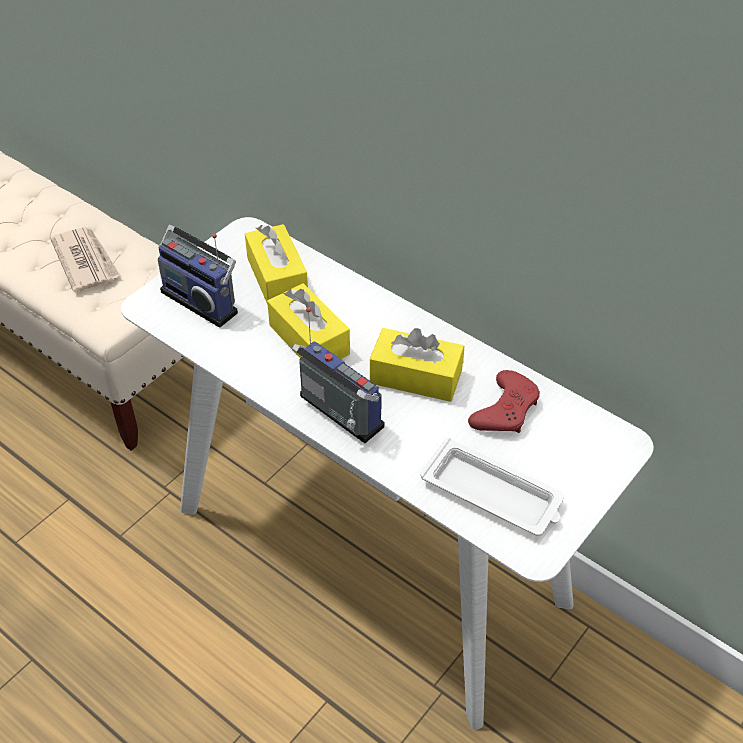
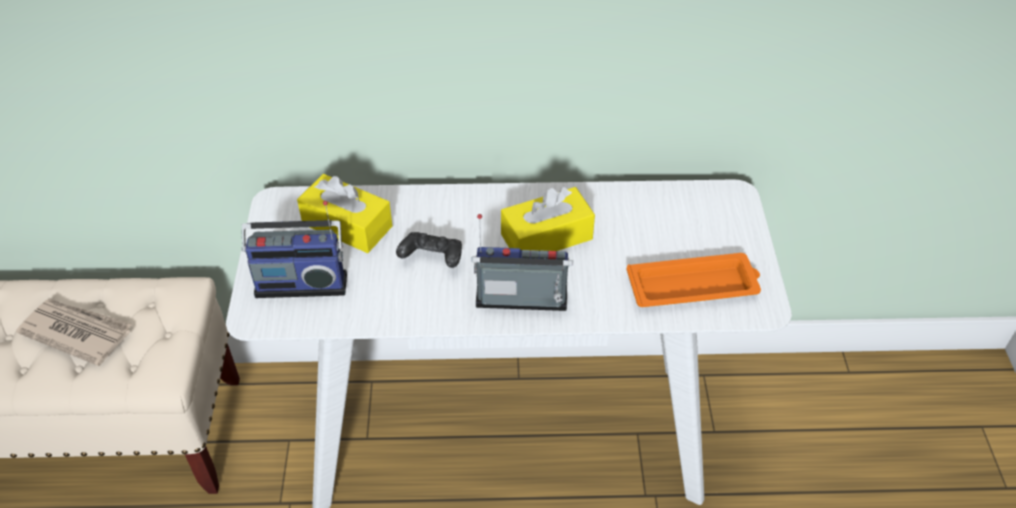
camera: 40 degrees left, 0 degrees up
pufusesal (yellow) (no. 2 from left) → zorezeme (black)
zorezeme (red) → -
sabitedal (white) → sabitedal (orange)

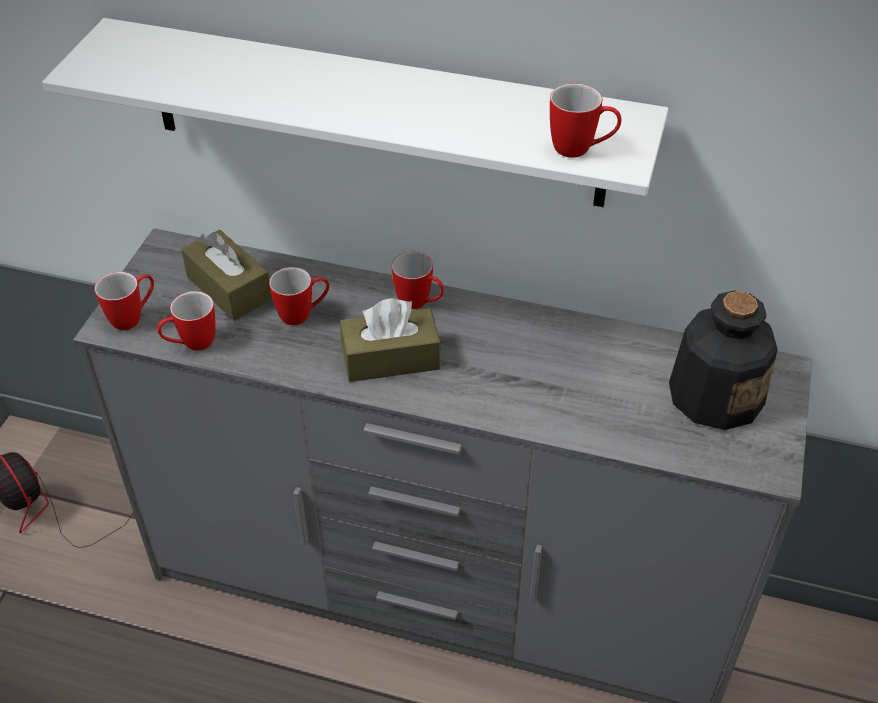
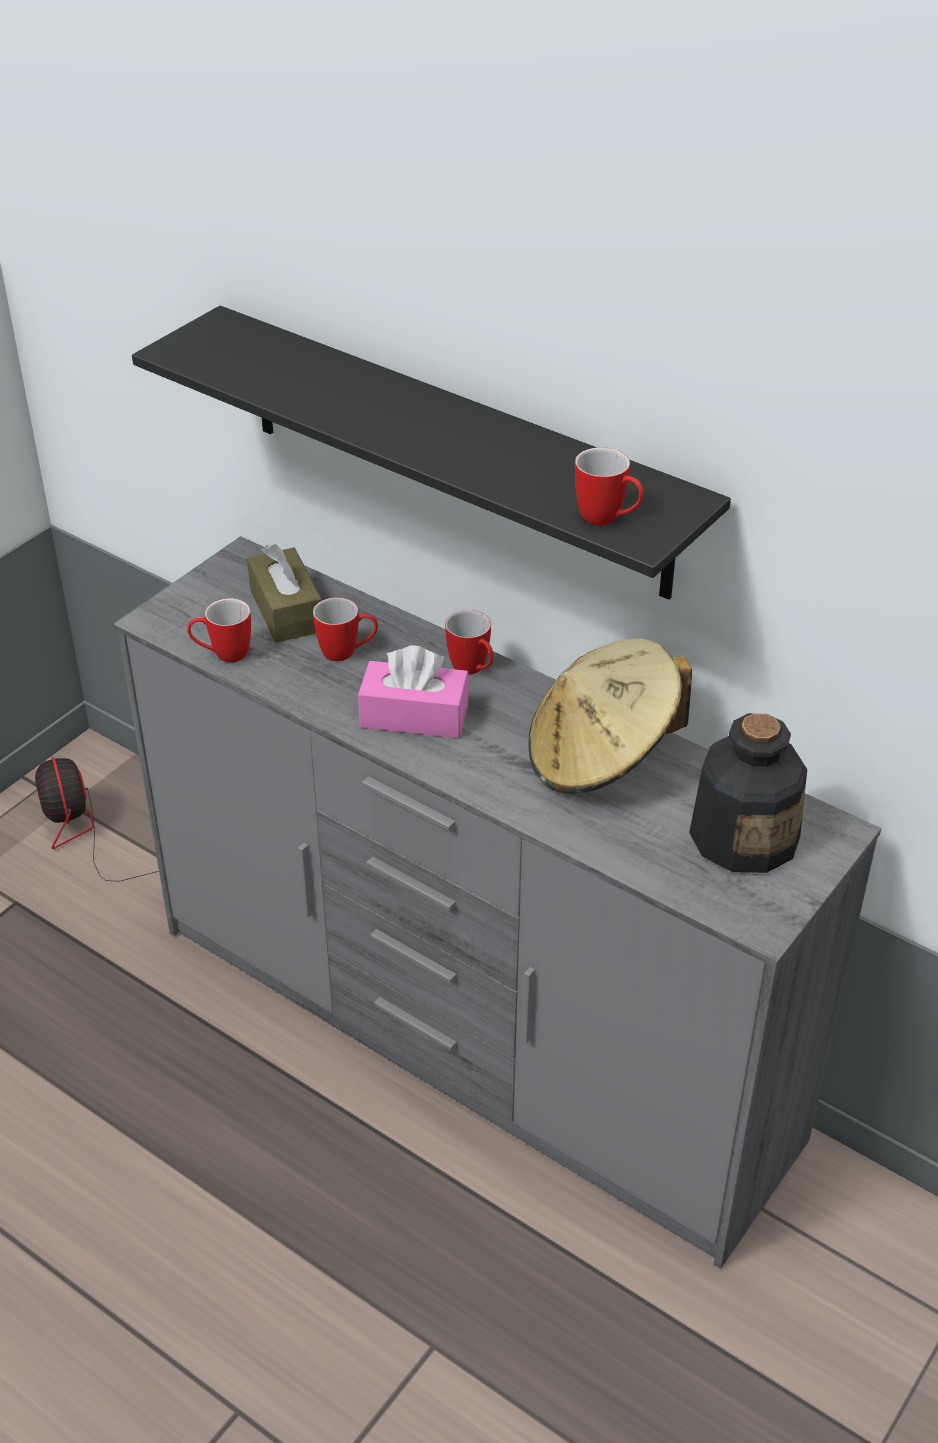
camera: 20 degrees right, 5 degrees down
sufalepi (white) → sufalepi (black)
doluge (no. 1 from left) → -
pufusesal (brown) (no. 2 from left) → pufusesal (pink)
- → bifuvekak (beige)

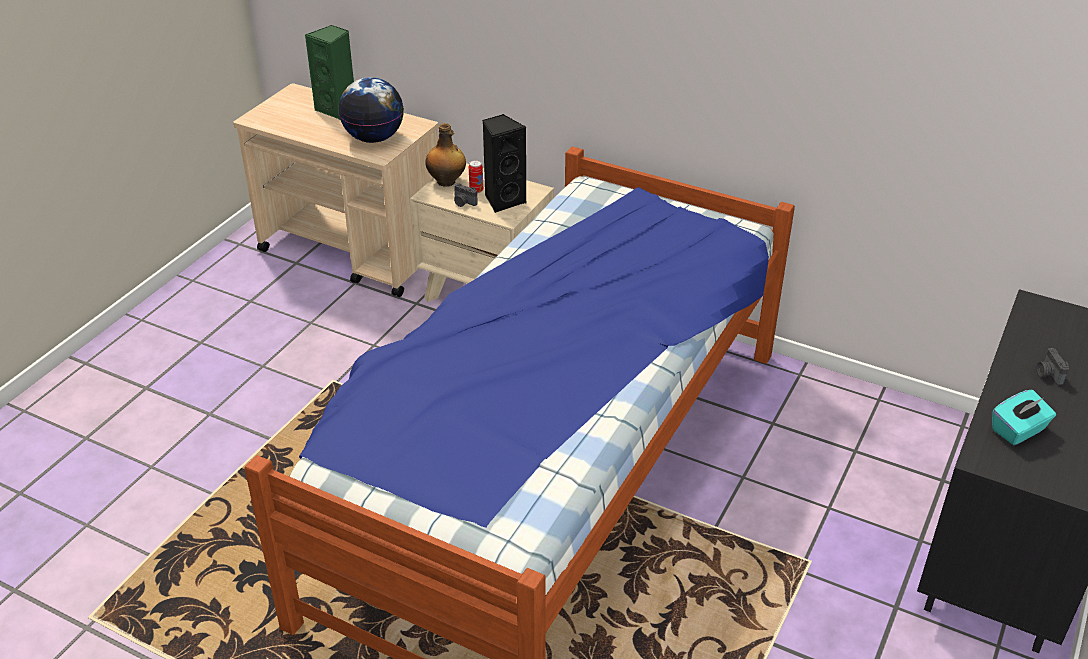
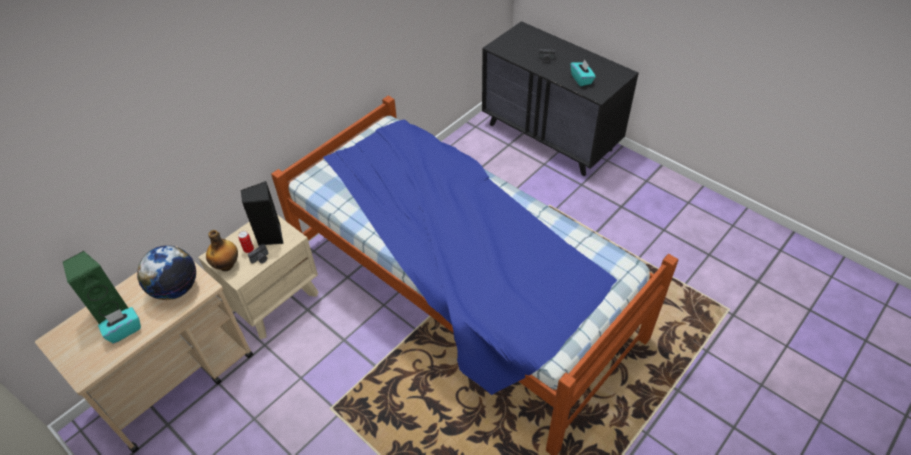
camera: 75 degrees left, 10 degrees up
- → pufusesal (turquoise) (no. 1 from left)

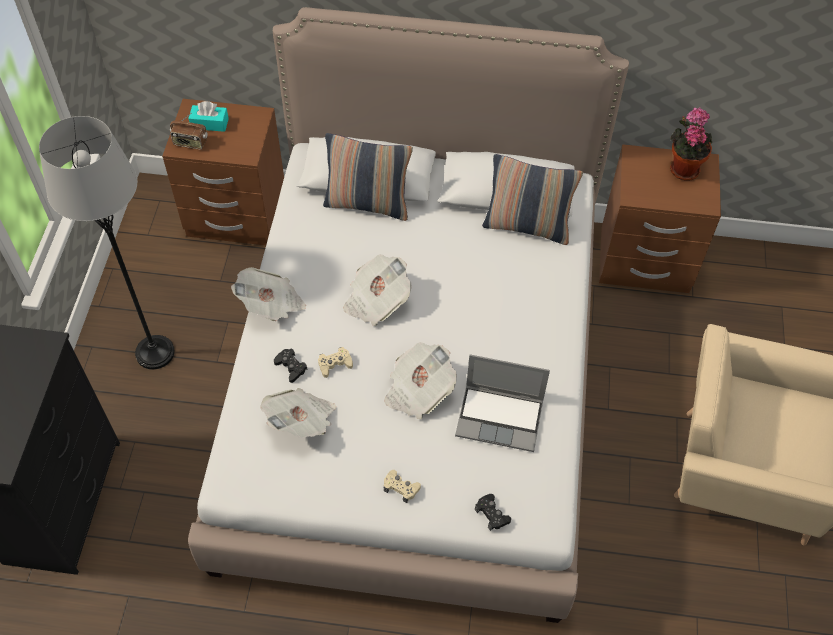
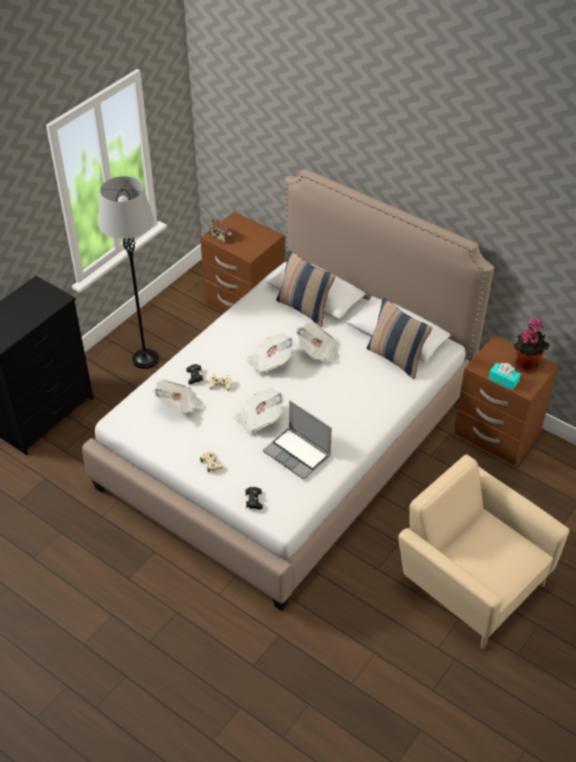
camera: 30 degrees right, 10 degrees down
pufusesal (turquoise), shifted
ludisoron (no. 1 from left in the first image) → ludisoron (no. 4 from left), shifted

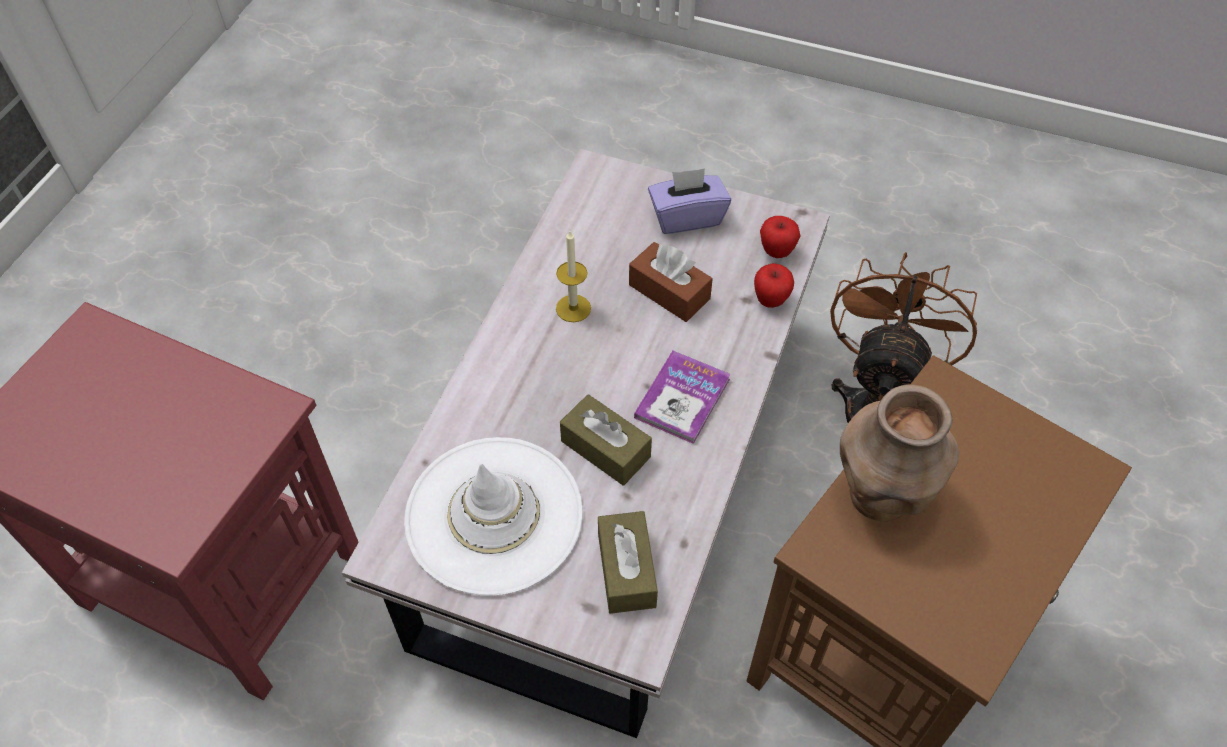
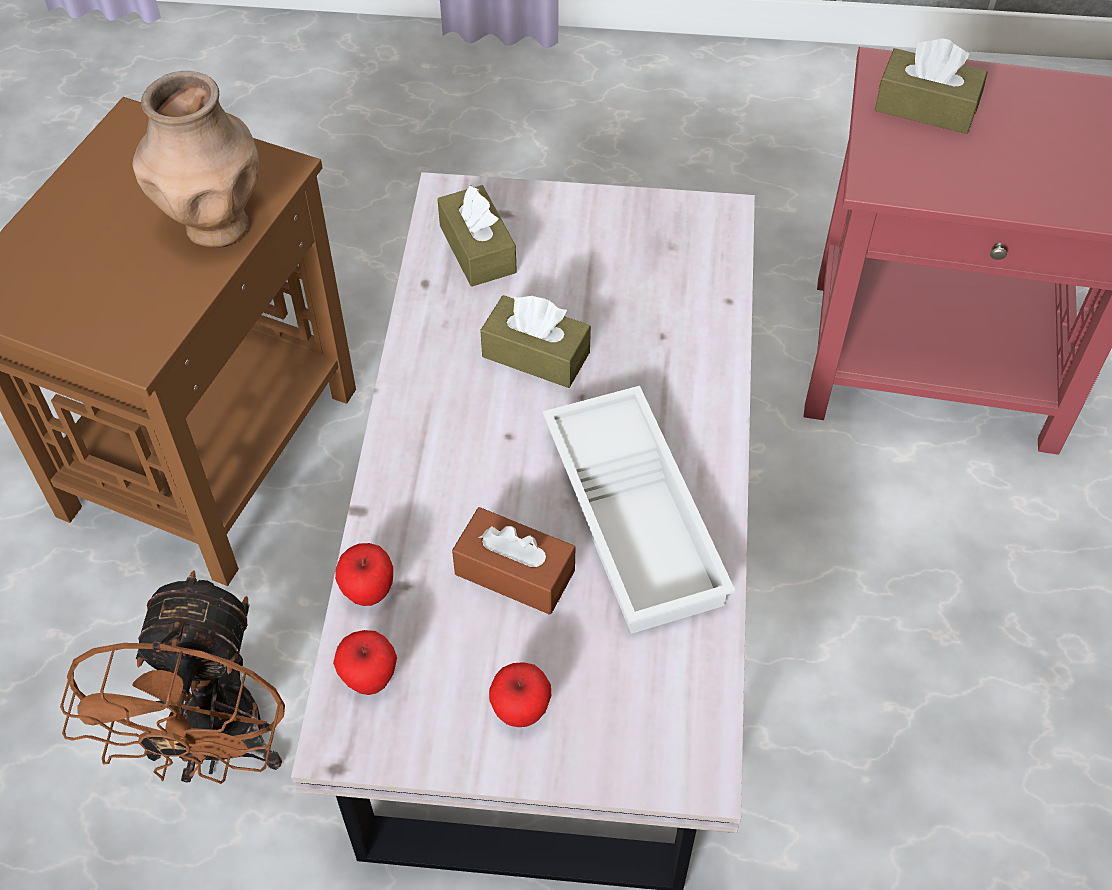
camera: 165 degrees right, 0 degrees up
pufusesal (purple) → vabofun (no. 3 from left)
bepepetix → sabitedal (white)
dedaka → -
bifuvekak (white) → -
- → pufusesal (brown) (no. 4 from left)

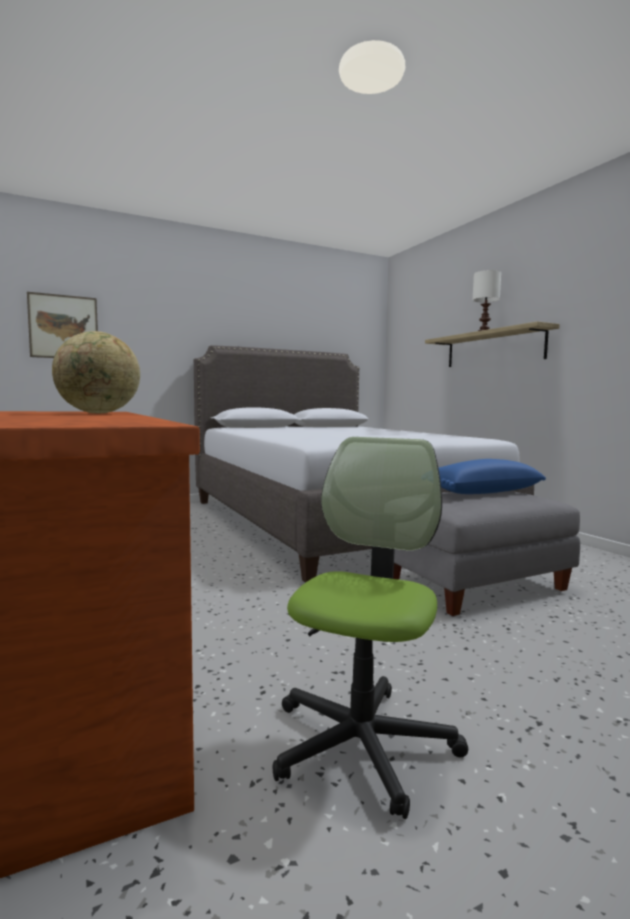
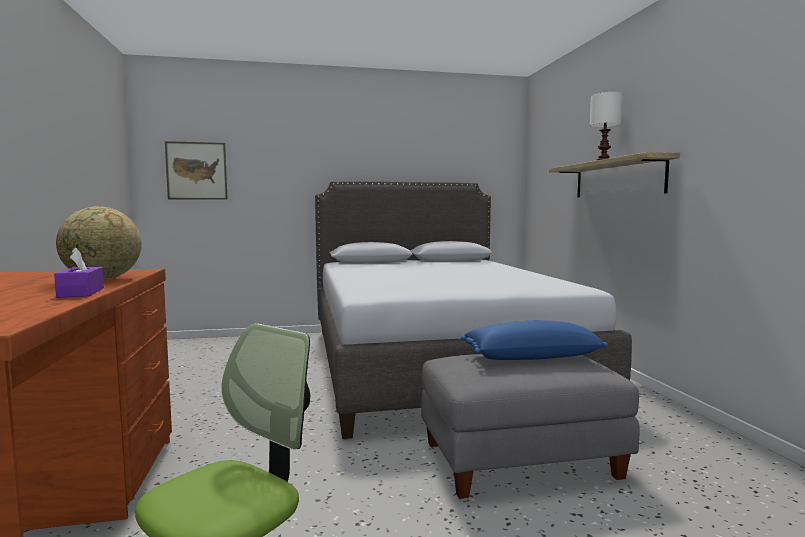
camera: 15 degrees right, 0 degrees up
- → pufusesal (purple)

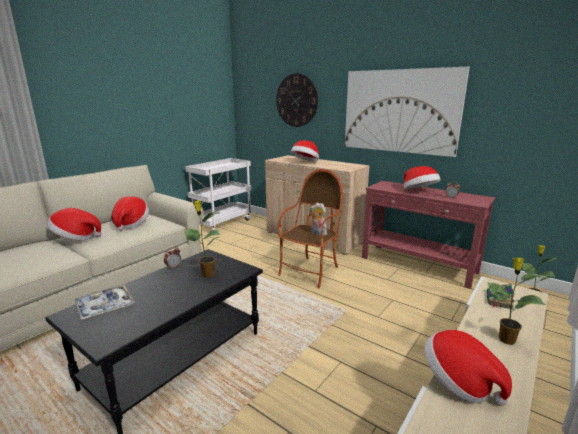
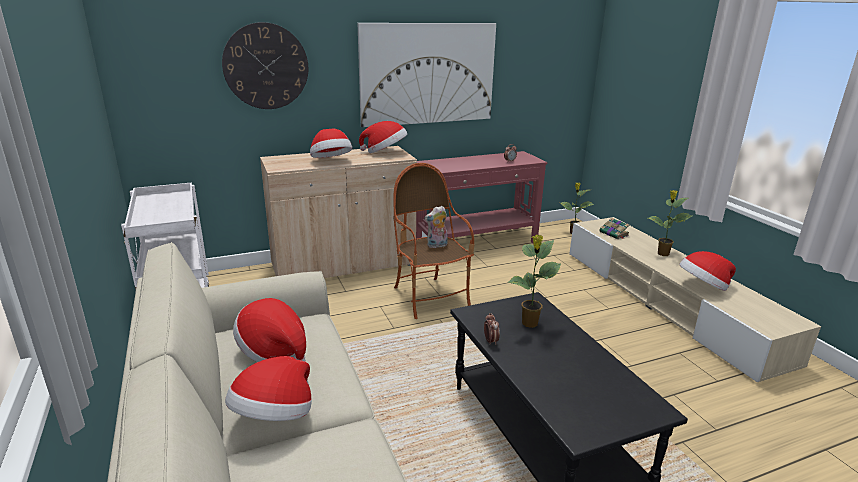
camera: 60 degrees left, 5 degrees up
bifuvekak (no. 4 from left), shifted
sabitedal → -

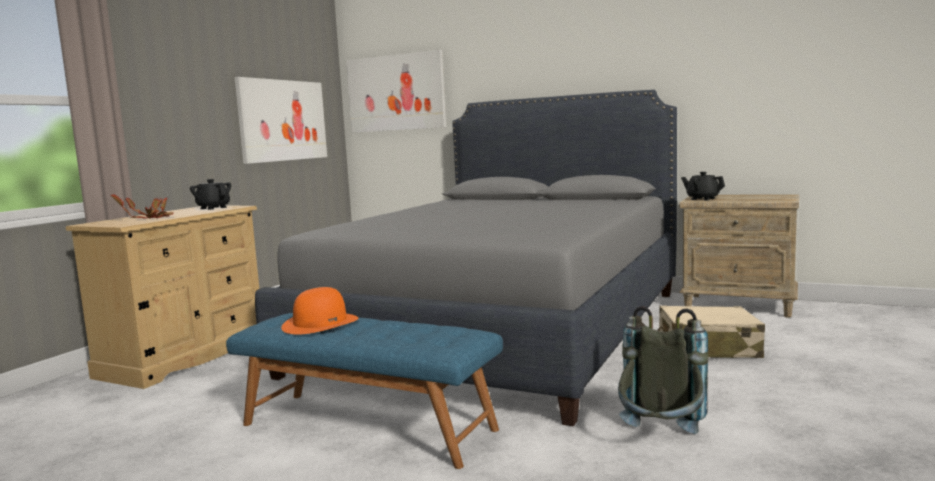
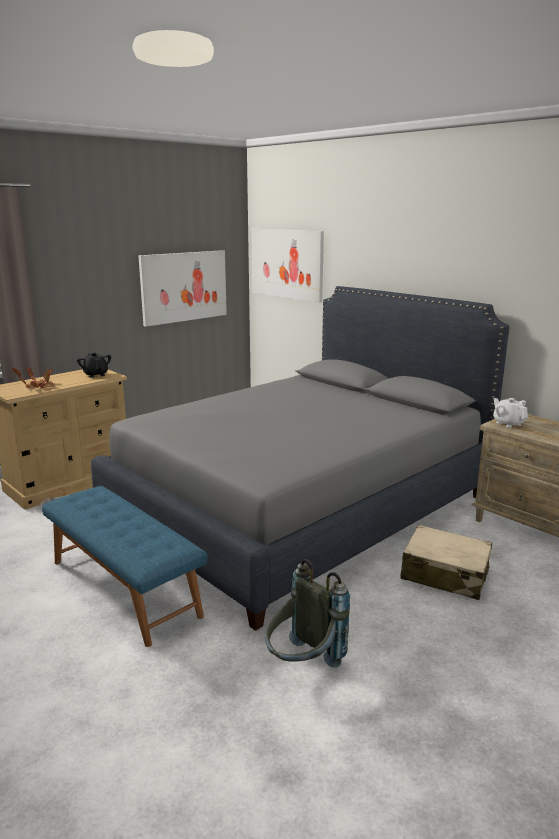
camera: 20 degrees right, 10 degrees up
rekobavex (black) (no. 2 from left) → rekobavex (white)
bifuvekak (orange) → -

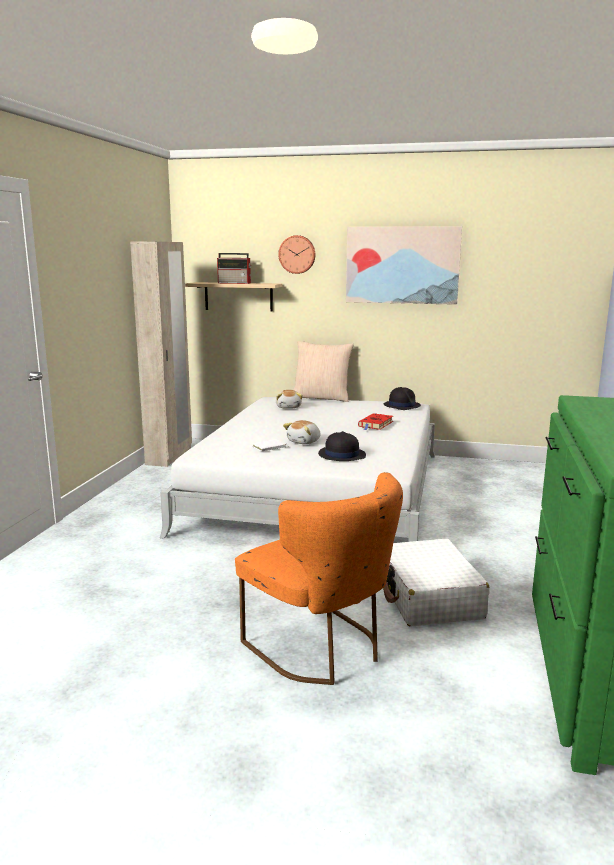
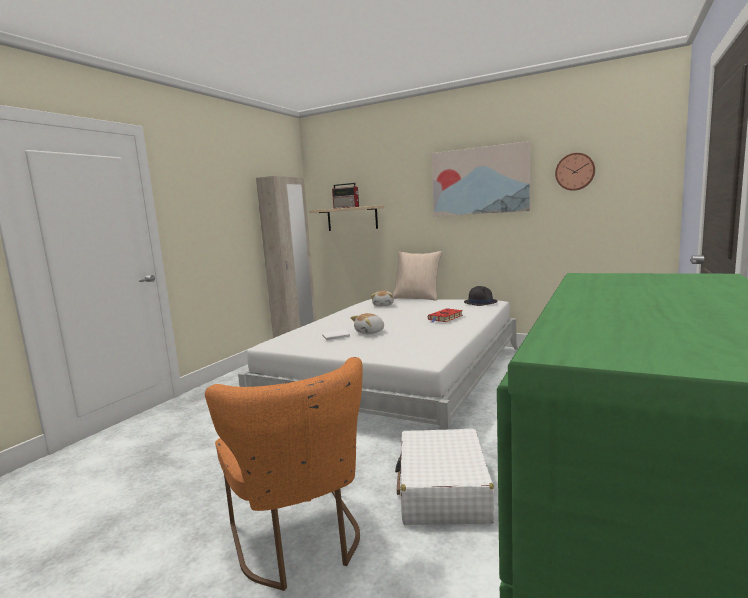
camera: 15 degrees right, 5 degrees down
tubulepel, shifted
bifuvekak (black) (no. 1 from left) → -

